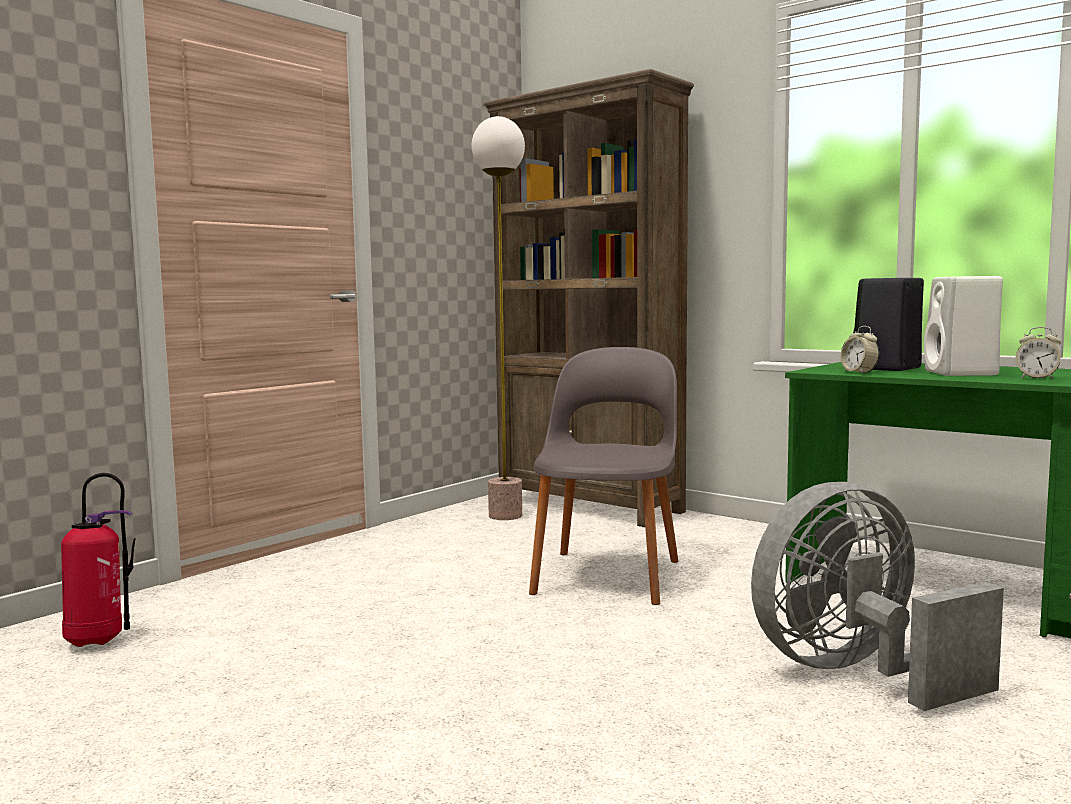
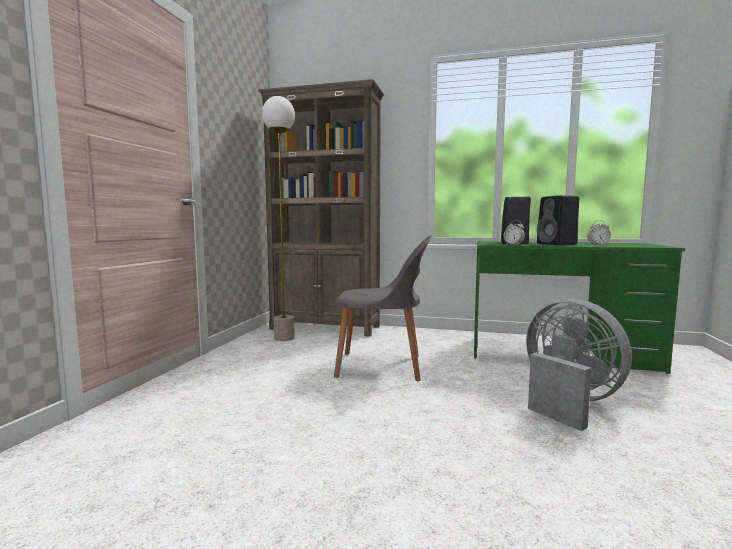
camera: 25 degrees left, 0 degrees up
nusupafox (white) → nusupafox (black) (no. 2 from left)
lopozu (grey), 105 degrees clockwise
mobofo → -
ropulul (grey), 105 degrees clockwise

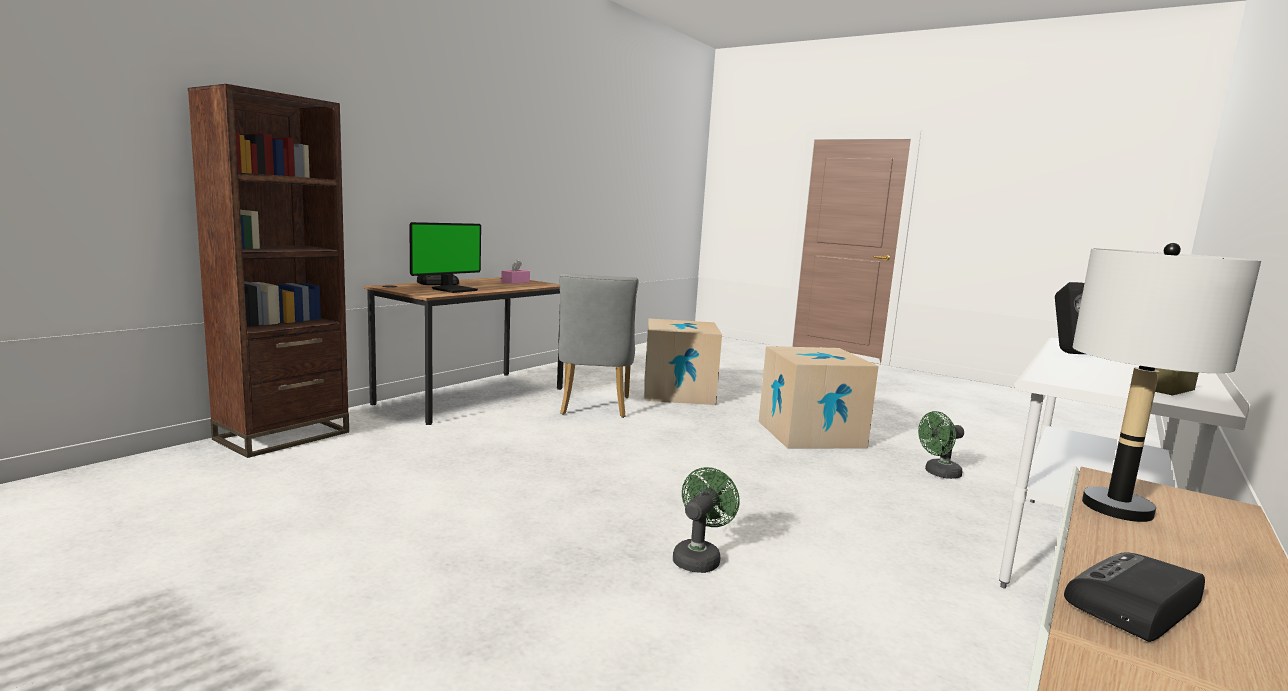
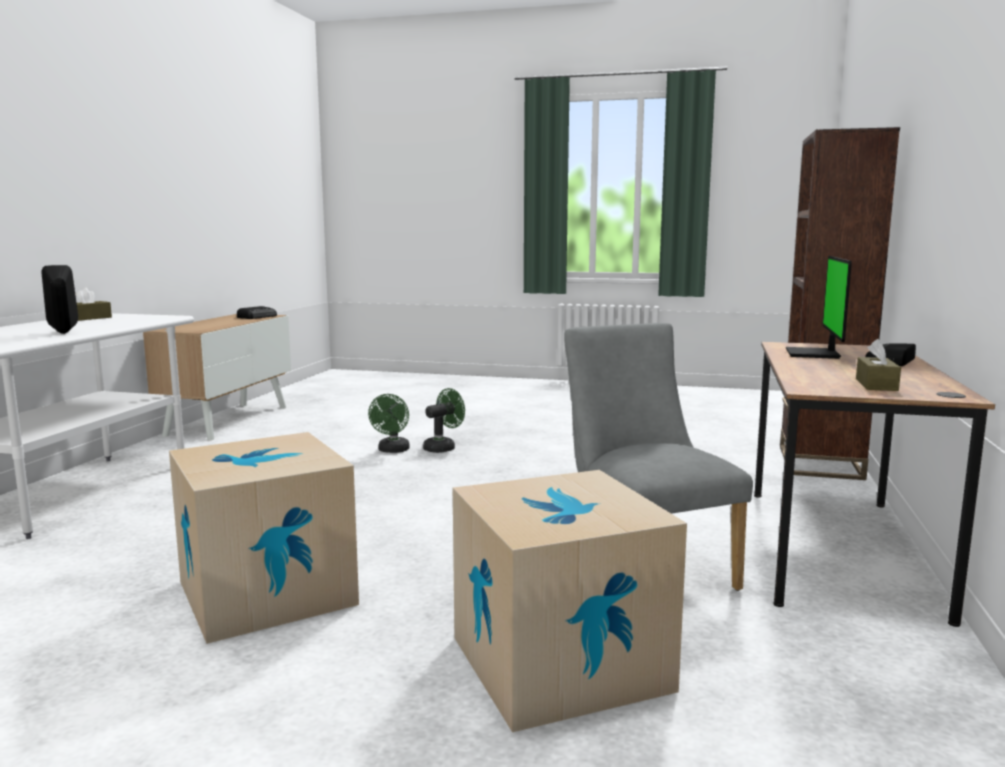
camera: 160 degrees right, 0 degrees up
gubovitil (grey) → -
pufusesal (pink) → pufusesal (brown) (no. 2 from left)
ropulul (green) (no. 2 from left), shifted

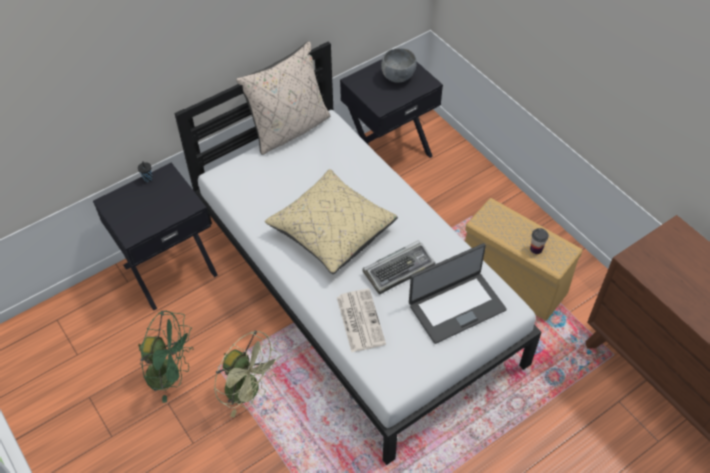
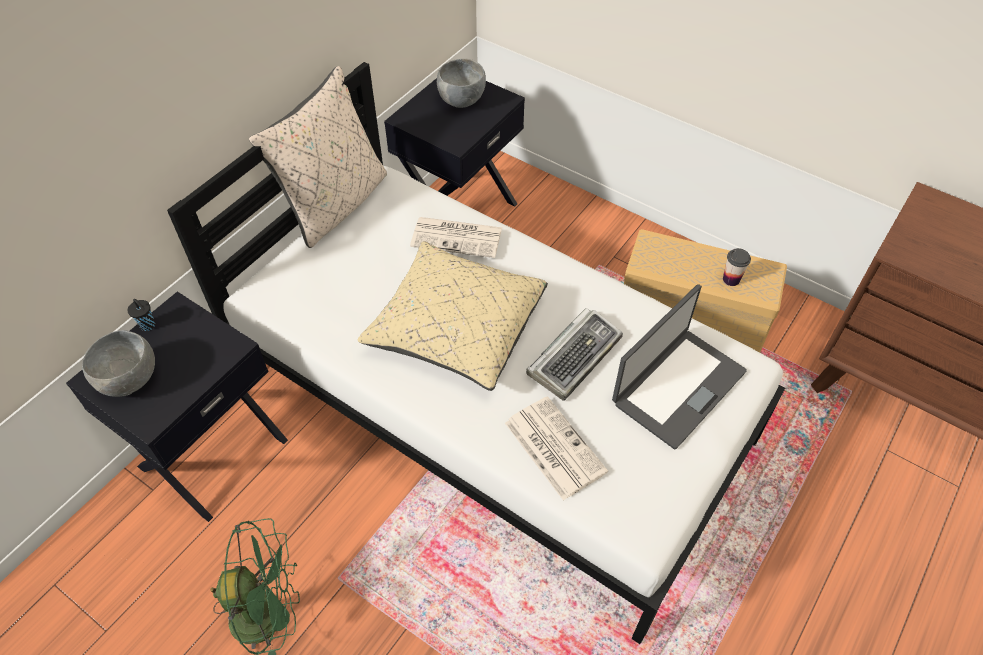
camera: 20 degrees left, 0 degrees up
ropulul (green) (no. 2 from left) → -
- → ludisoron (no. 1 from left)
- → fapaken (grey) (no. 1 from left)

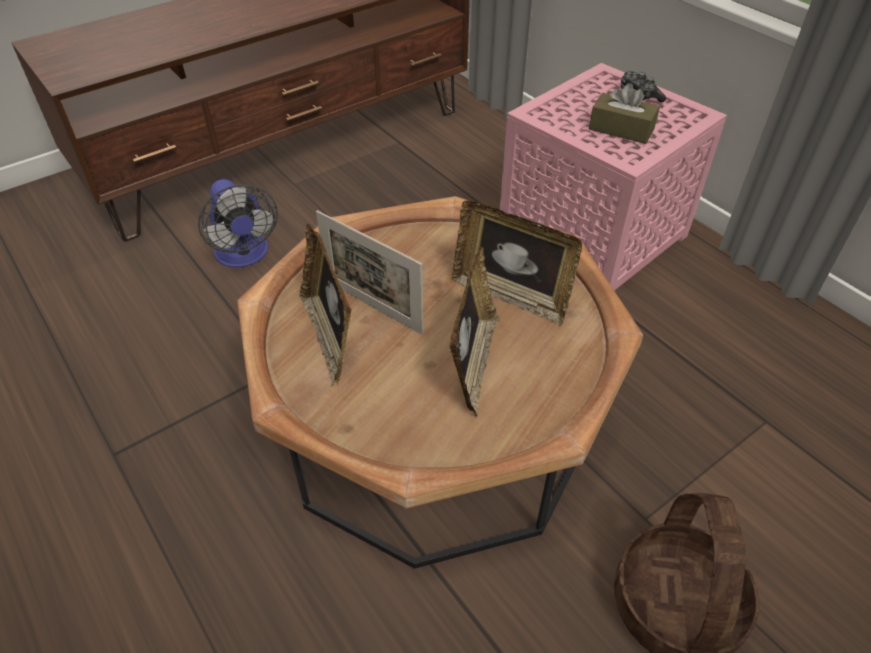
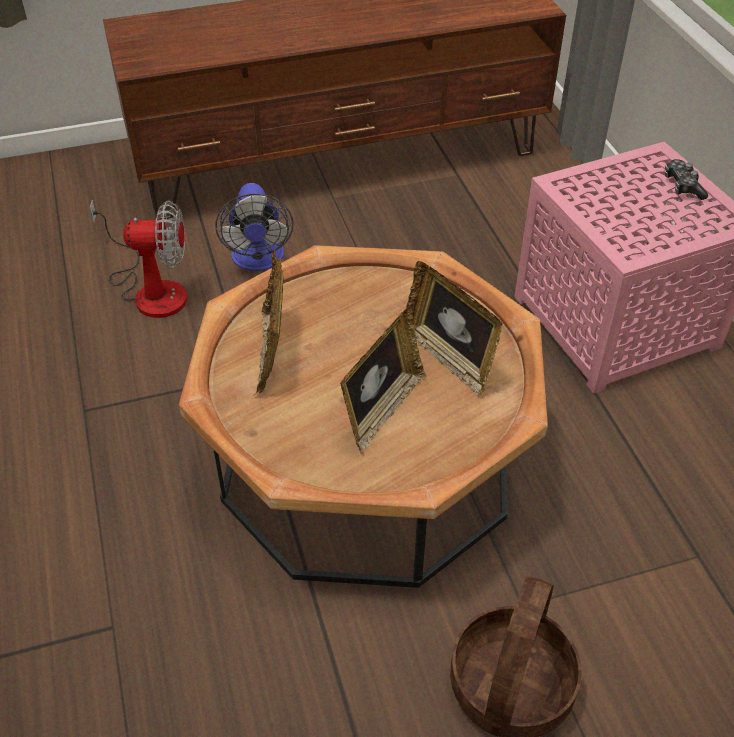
camera: 20 degrees right, 0 degrees up
pufusesal (brown) → -
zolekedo (no. 2 from left) → -
- → ropulul (no. 1 from left)

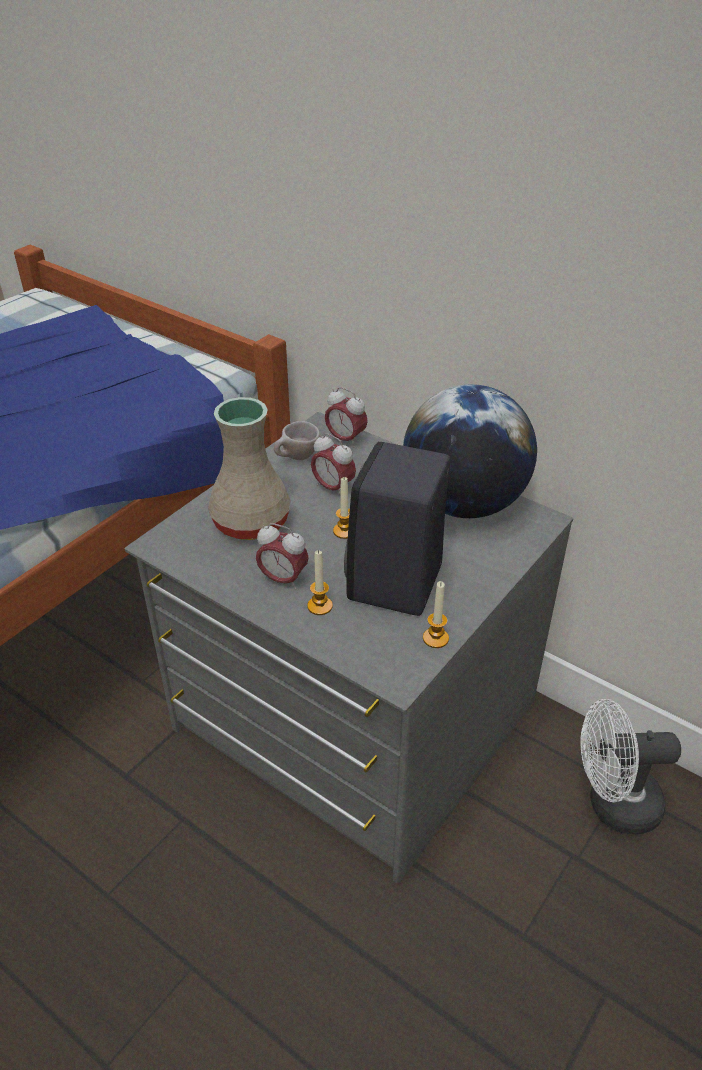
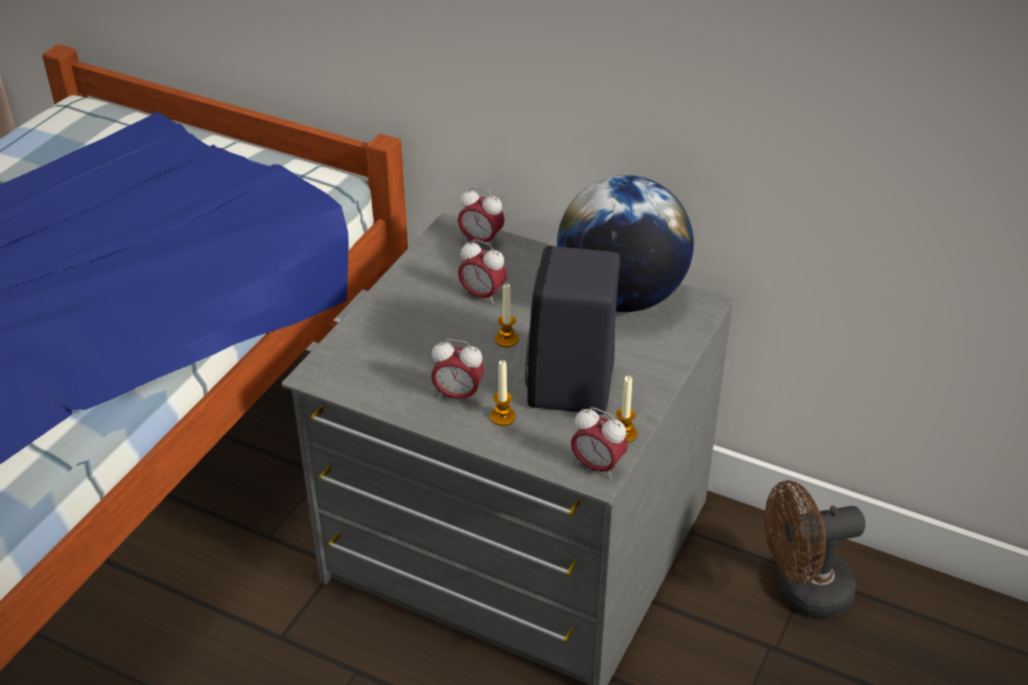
camera: 10 degrees left, 0 degrees up
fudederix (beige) → -
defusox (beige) → -
ropulul (white) → ropulul (brown)
- → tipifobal (no. 4 from left)

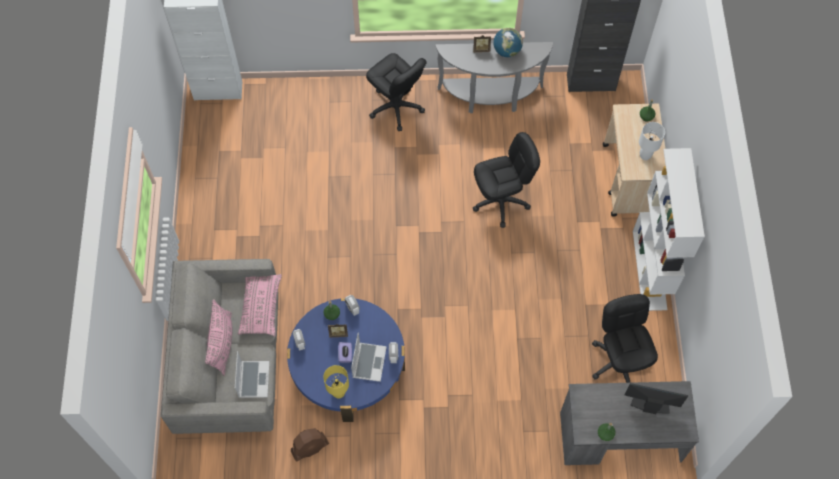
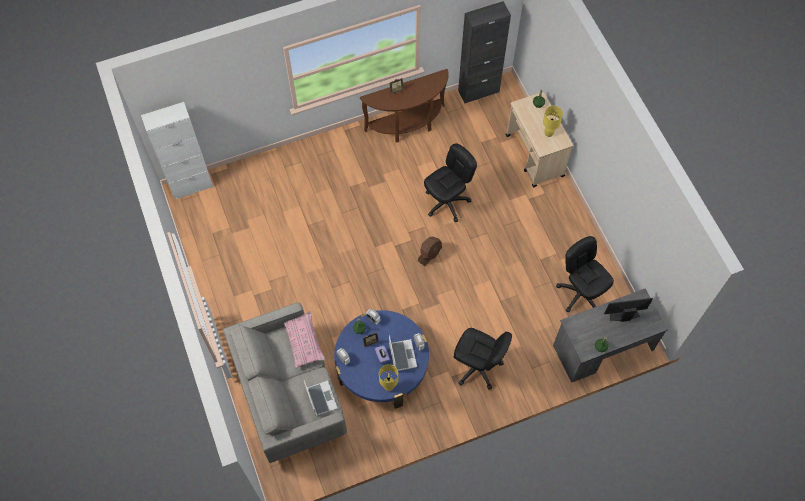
camera: 20 degrees left, 0 degrees up
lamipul → -
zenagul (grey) → zenagul (brown)
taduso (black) (no. 1 from left in the first image) → taduso (black) (no. 2 from left), shifted
gubovitil (white) → gubovitil (yellow) (no. 2 from left)
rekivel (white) → -
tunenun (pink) (no. 1 from left) → -
ropulul (brown), shifted

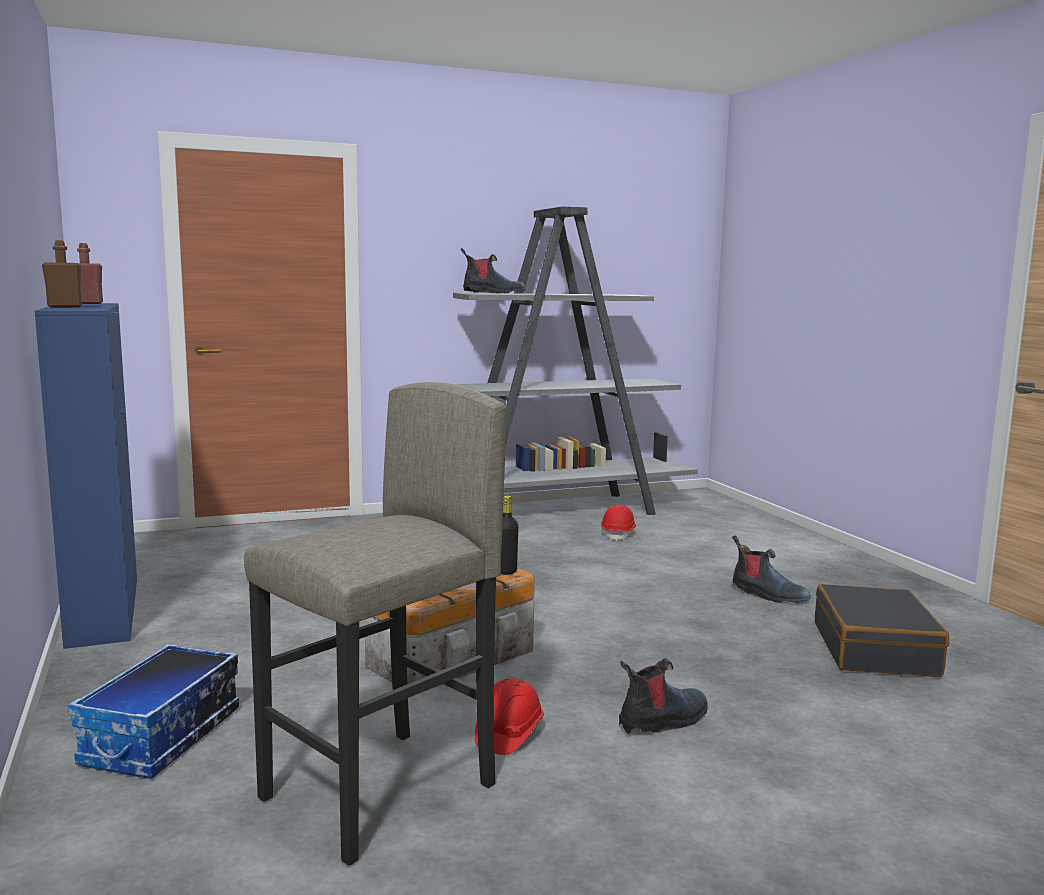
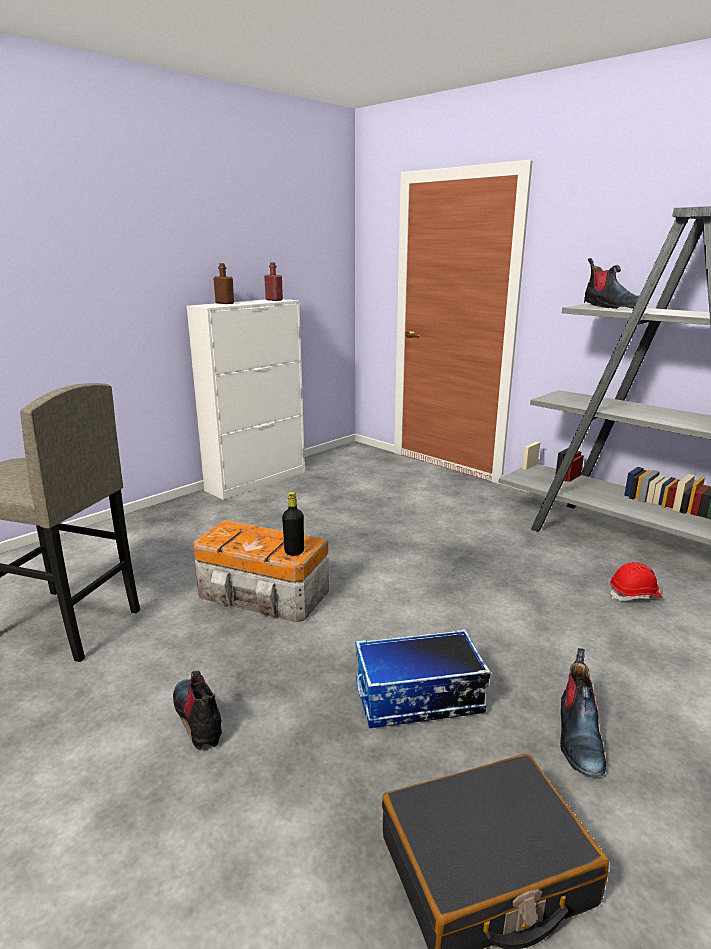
camera: 65 degrees right, 10 degrees up
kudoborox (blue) → kudoborox (white)
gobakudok (no. 1 from left in the first image) → gobakudok (no. 2 from left), shifted
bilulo (no. 2 from left in the first image) → bilulo (no. 1 from left), 150 degrees counterclockwise
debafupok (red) (no. 1 from left) → -

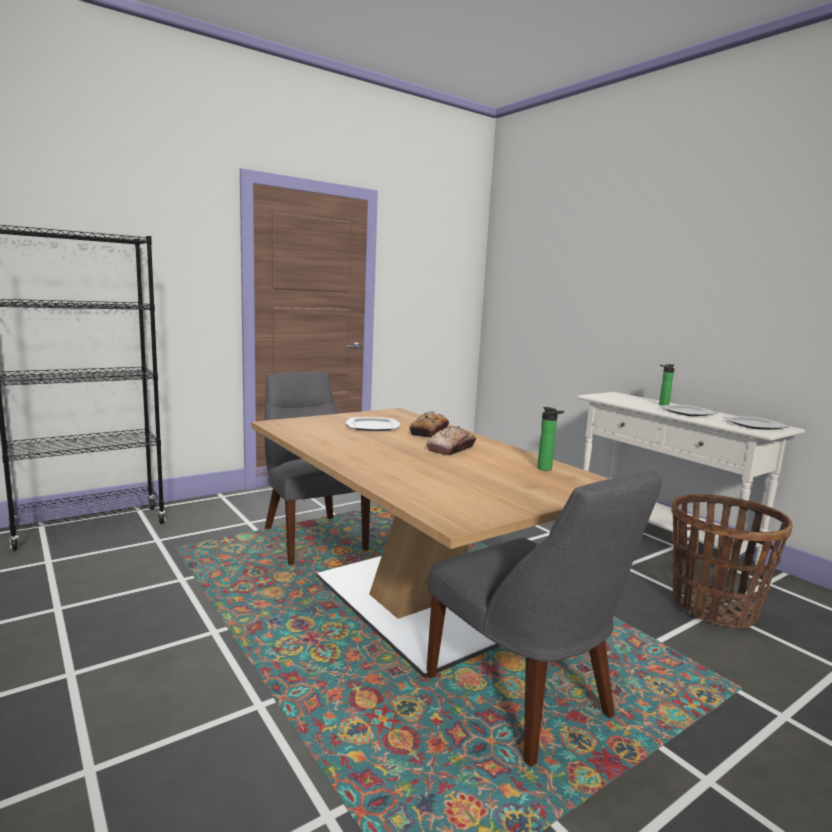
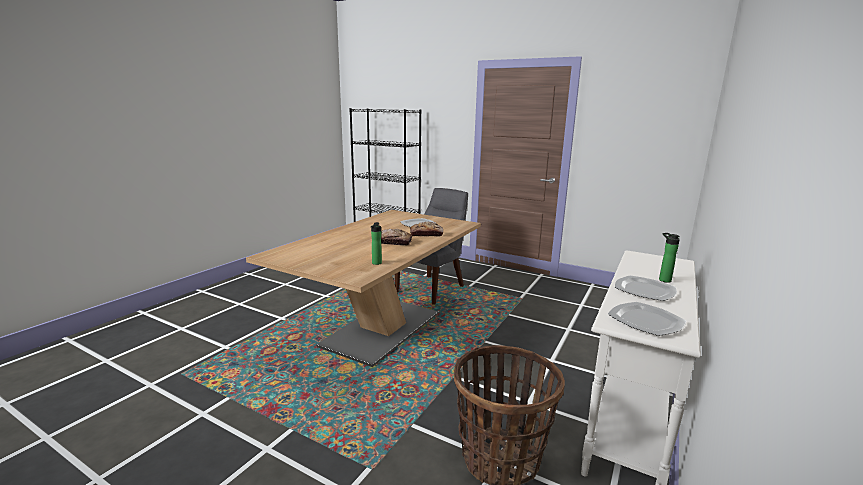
camera: 65 degrees right, 5 degrees up
lopozu (grey) (no. 2 from left) → -

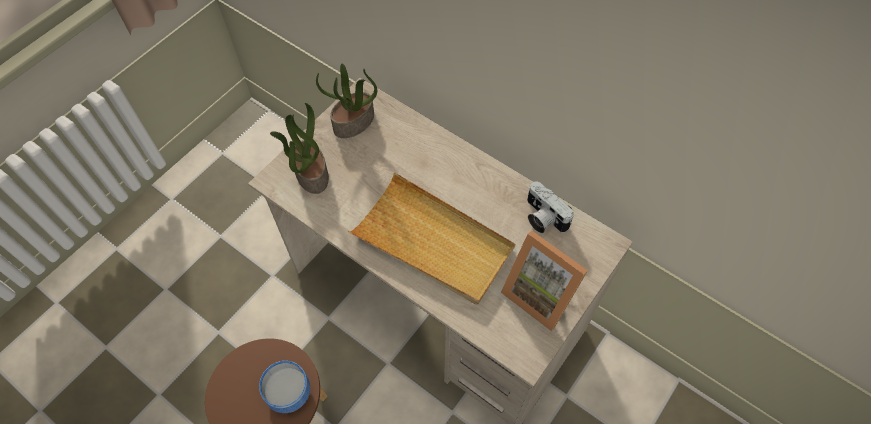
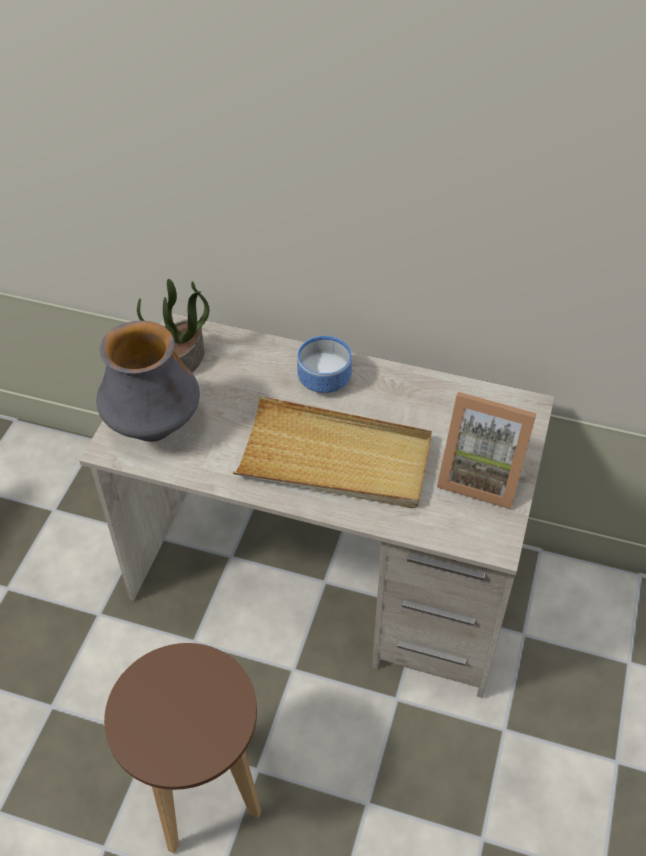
camera: 20 degrees left, 10 degrees down
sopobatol (no. 1 from left) → fudederix
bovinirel → -
fapaken, shifted

